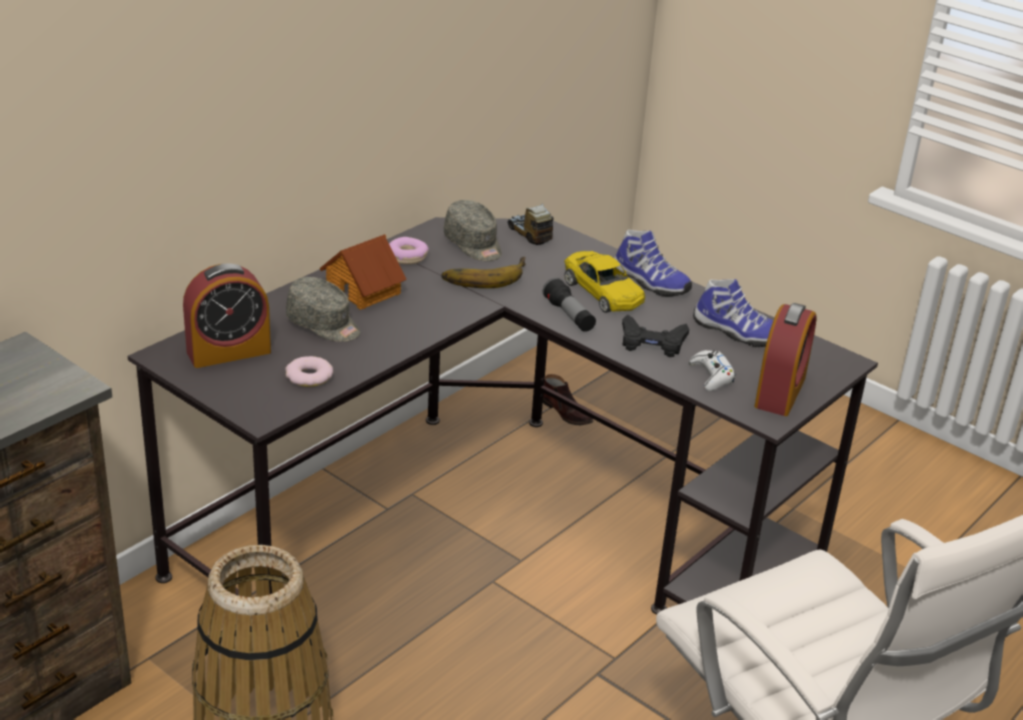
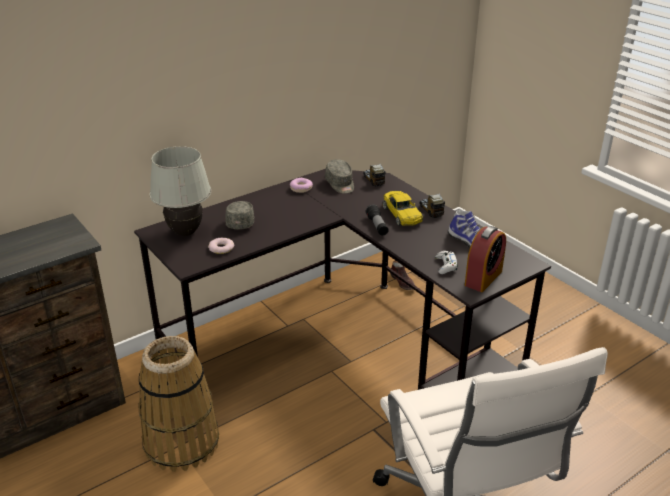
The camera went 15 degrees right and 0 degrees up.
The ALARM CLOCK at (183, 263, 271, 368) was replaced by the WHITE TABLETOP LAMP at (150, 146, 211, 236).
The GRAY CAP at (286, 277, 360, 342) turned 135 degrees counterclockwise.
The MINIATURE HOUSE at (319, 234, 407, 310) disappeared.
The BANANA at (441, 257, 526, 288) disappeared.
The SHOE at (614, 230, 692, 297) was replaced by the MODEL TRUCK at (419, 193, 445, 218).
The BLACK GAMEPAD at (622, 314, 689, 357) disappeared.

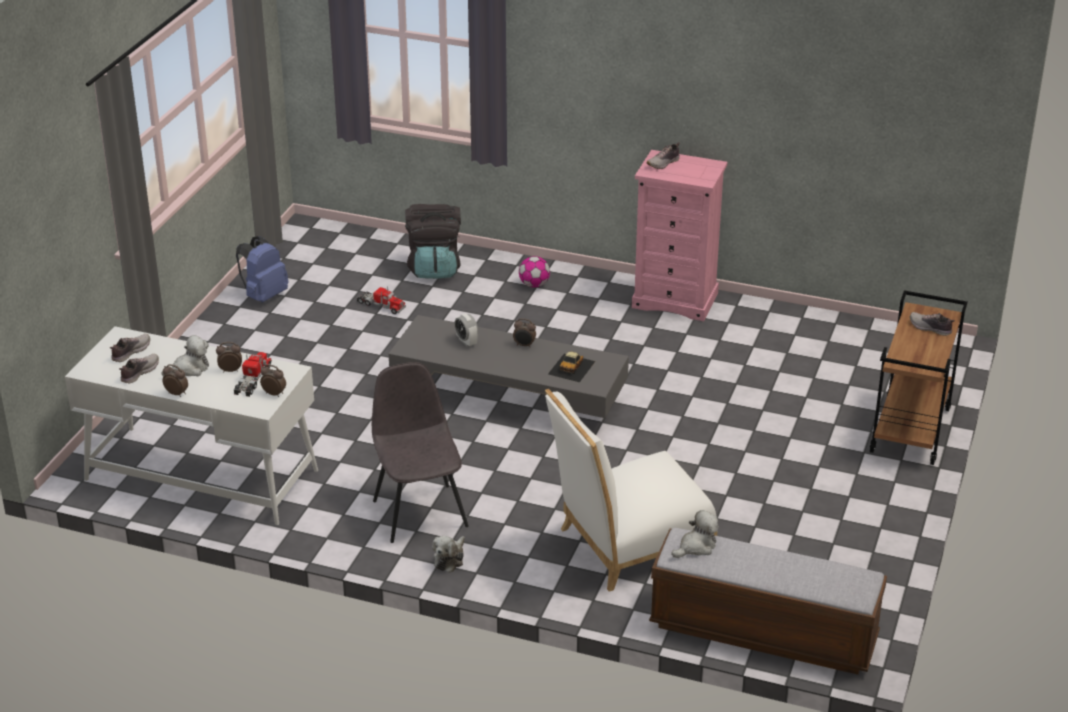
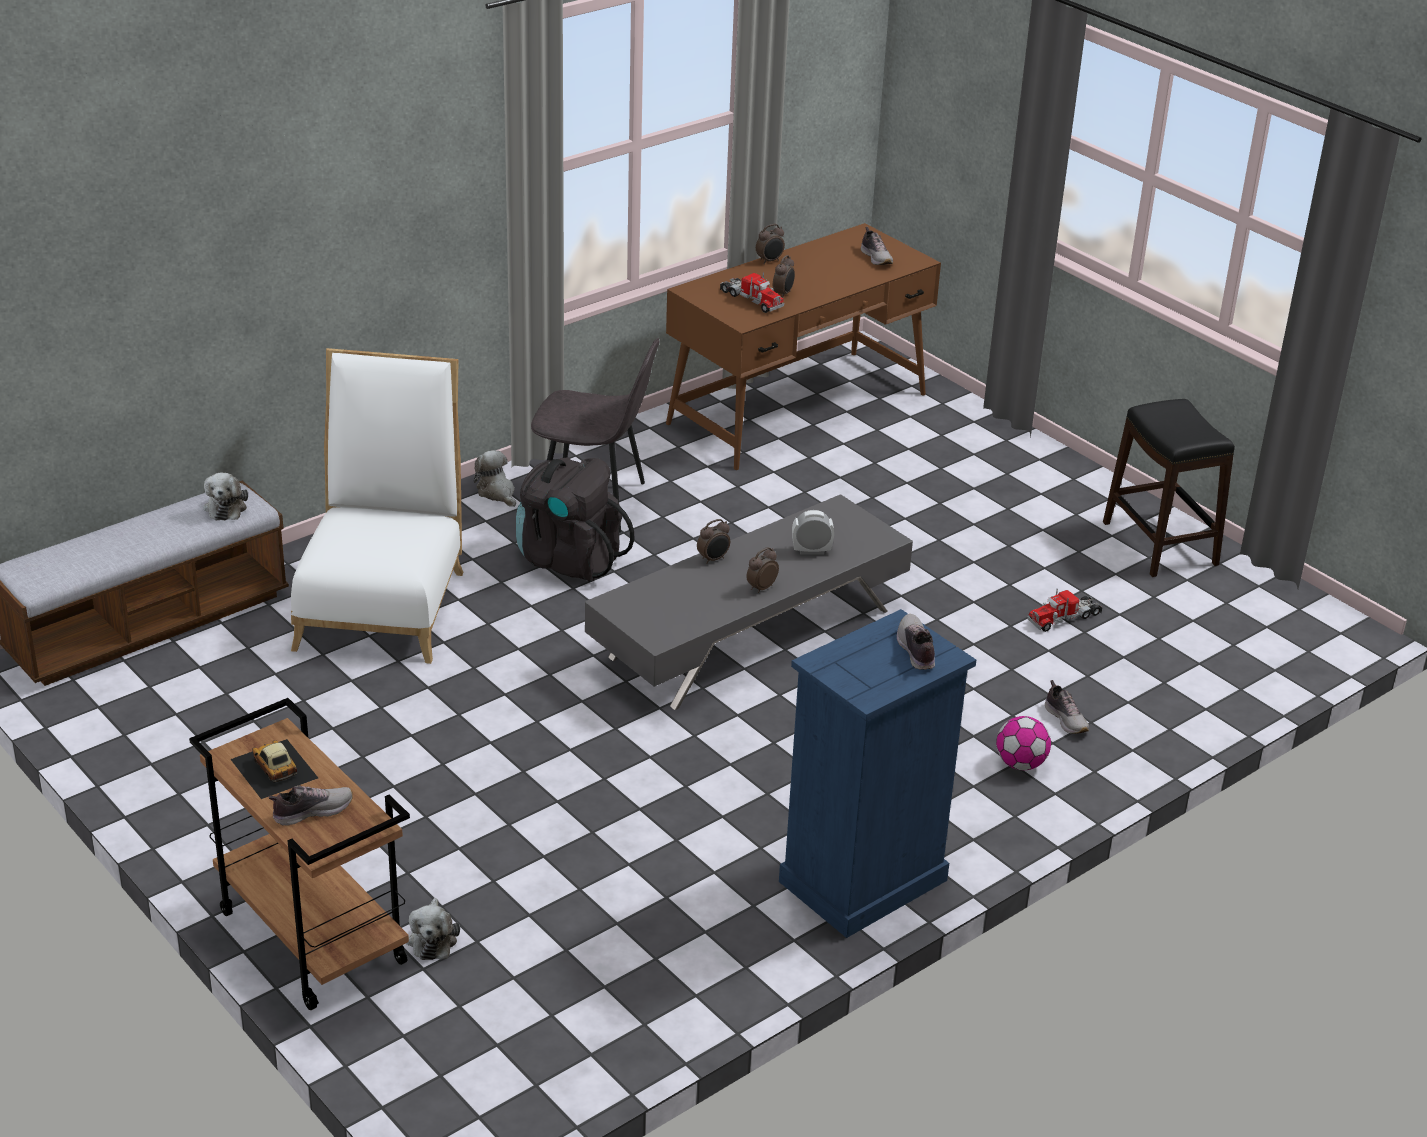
The camera went 120 degrees right and 0 degrees up.
The WHITE DESK at (65, 326, 318, 525) became the BROWN-COLOURED DESK at (666, 223, 941, 470).
The SHOE moved from (119, 354, 159, 384) to (1045, 680, 1089, 734).
The PLUSH TOY moved from (162, 335, 209, 376) to (406, 898, 460, 960).
The BLUE-COLOURED RUCKSACK at (236, 236, 289, 303) was replaced by the BLACK SITTING STOOL at (1103, 399, 1235, 577).
The ALARM CLOCK moved from (260, 364, 286, 397) to (697, 519, 730, 564).
The BLACK RUCKSACK moved from (405, 204, 461, 279) to (516, 457, 635, 582).
The MODEL CAR moved from (548, 351, 595, 382) to (231, 739, 318, 799).
The PINKISH CHEST OF DRAWERS at (632, 150, 727, 321) became the BLUE-COLOURED CHEST OF DRAWERS at (779, 609, 976, 938).

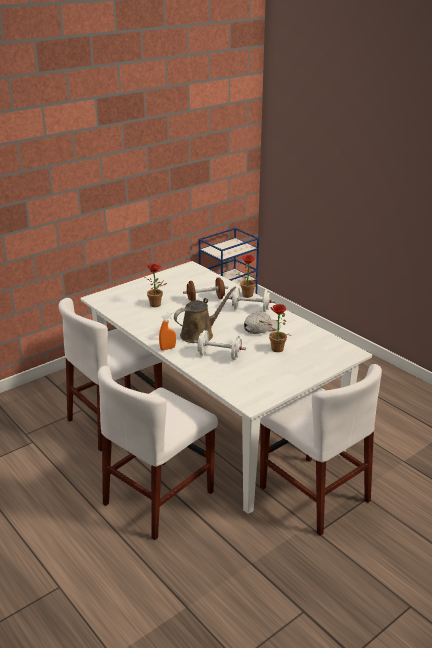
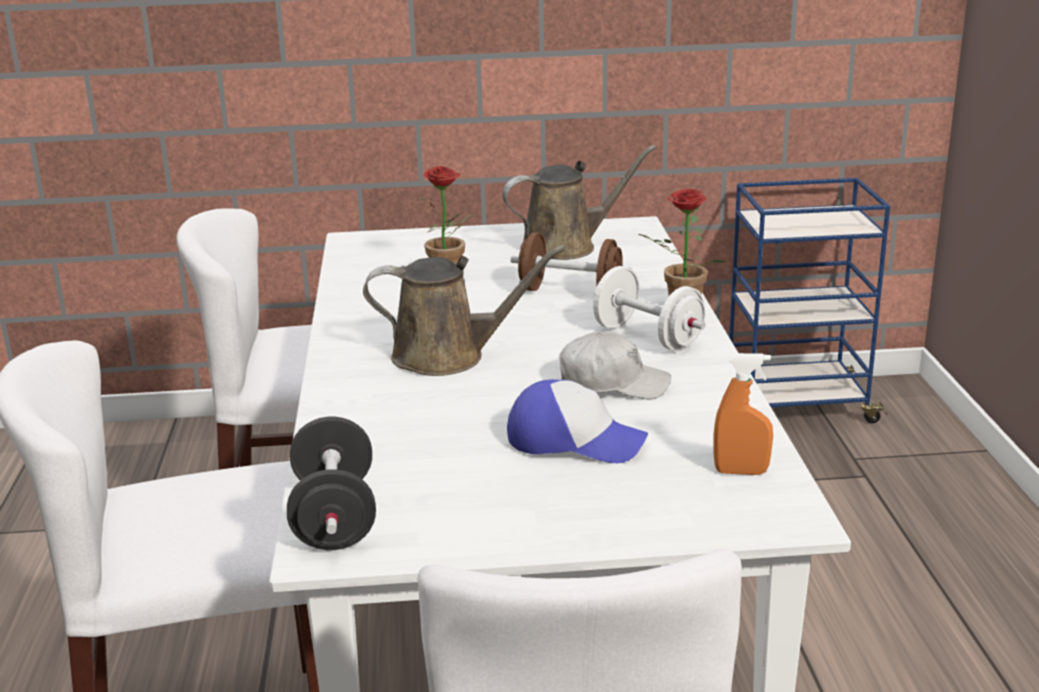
The camera went 35 degrees right and 5 degrees down.
The ORANGEY SPRAY BOTTLE moved from (159, 312, 176, 351) to (713, 353, 773, 475).
The WHITE HAND WEIGHT at (194, 330, 246, 360) disappeared.
The PLANT IN A POT at (258, 304, 291, 352) was replaced by the CAP at (507, 379, 648, 463).
The BLACK HAND WEIGHT at (287, 417, 376, 550) appeared.
The BROWN-COLOURED SPRINKLING CAN at (502, 145, 656, 260) appeared.

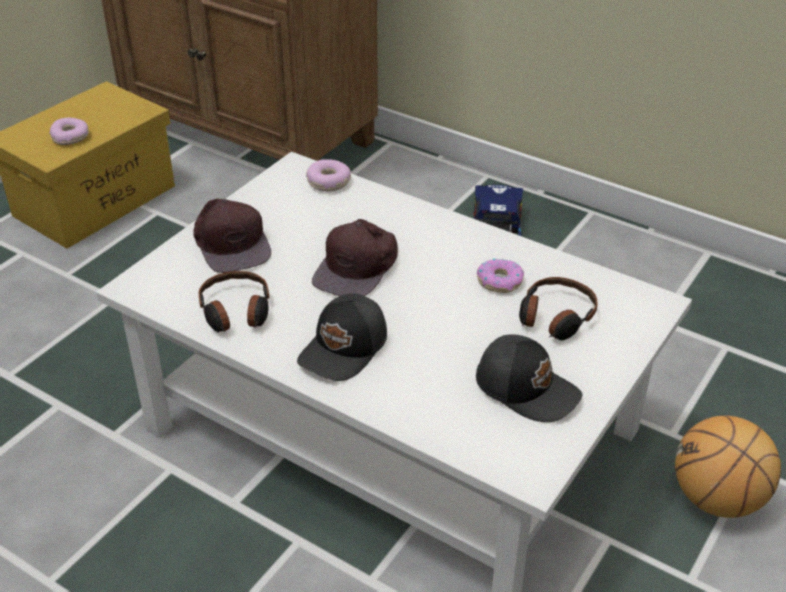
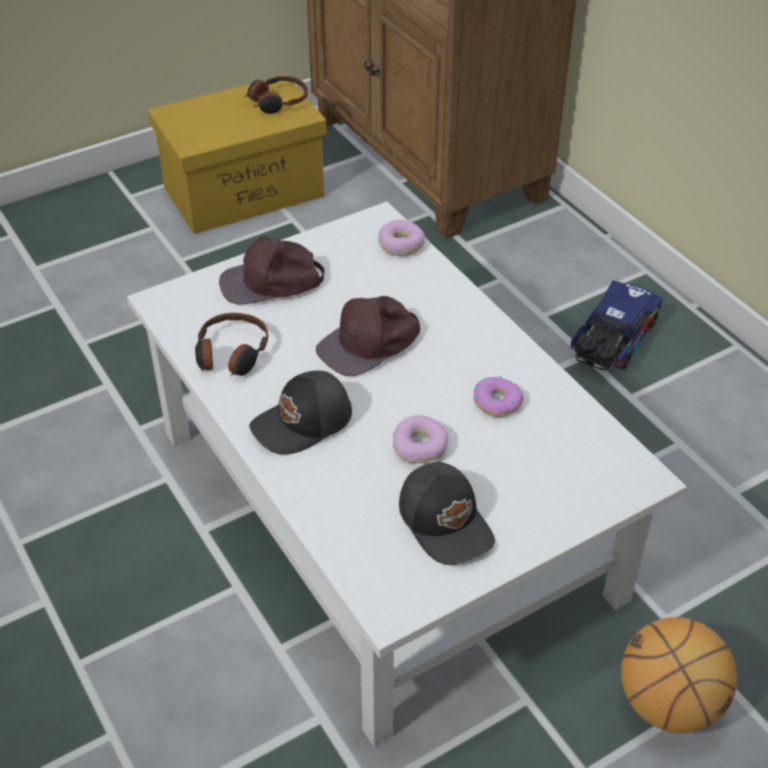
The camera went 25 degrees right and 5 degrees up.
The RING DOUGHNUT moved from (49, 118, 89, 145) to (393, 415, 448, 463).
The BROWN-COLOURED CAP at (193, 198, 271, 273) turned 75 degrees clockwise.
The PAIR OF HEADPHONES moved from (519, 277, 598, 340) to (244, 76, 308, 114).

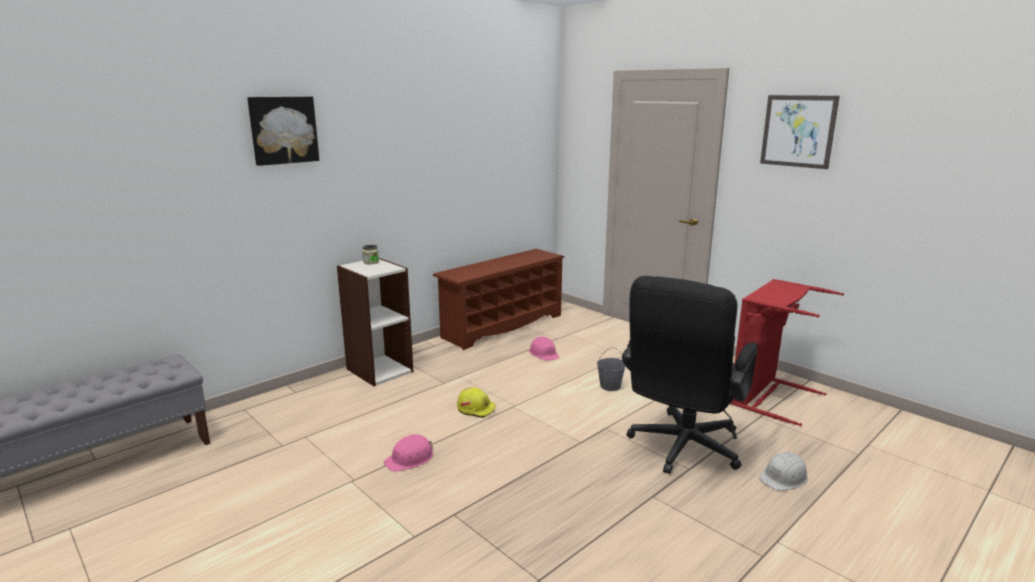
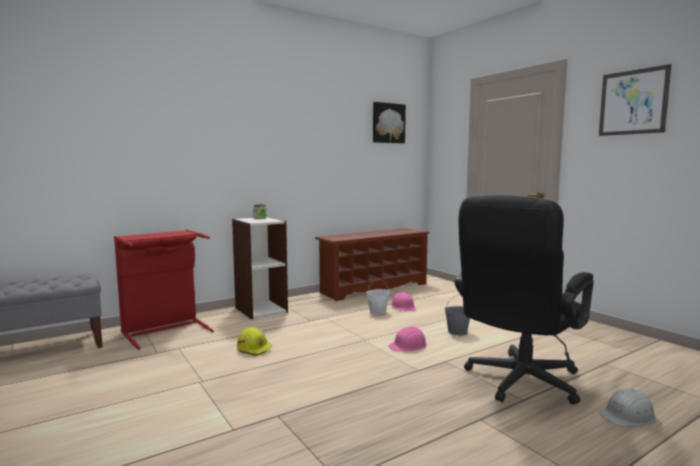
The camera went 10 degrees right and 10 degrees down.
The PICTURE moved from (247, 97, 319, 166) to (373, 102, 406, 143).
The PINKISH WORK HELMET moved from (384, 434, 433, 472) to (388, 326, 427, 352).
The YELLOW WORK HELMET moved from (457, 387, 496, 418) to (237, 327, 272, 356).
The RED LAUNDRY BASKET moved from (730, 279, 844, 426) to (114, 230, 214, 350).
The WHITE PAIL at (366, 278, 390, 314) appeared.

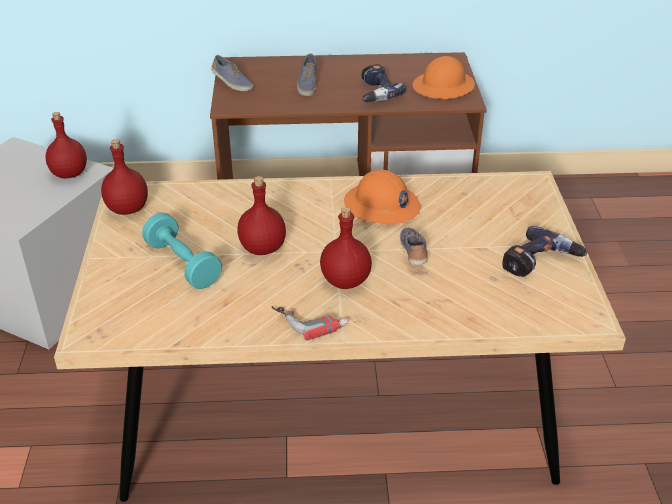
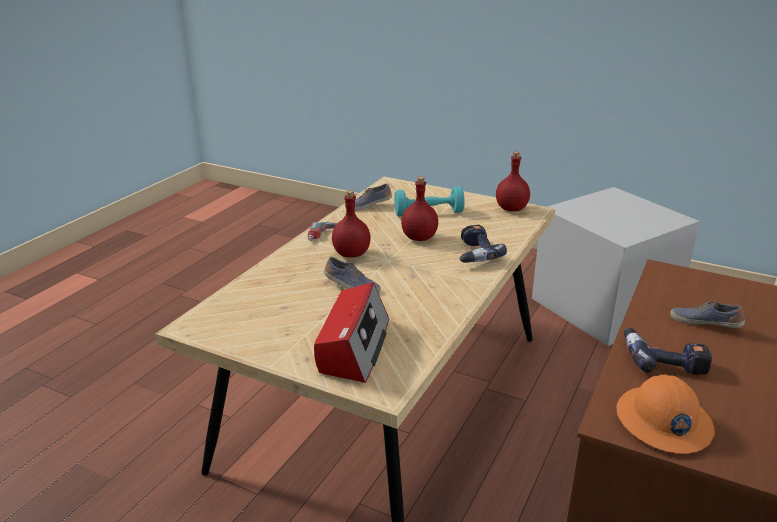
The camera went 120 degrees right and 10 degrees down.
The RED DRINK BOTTLE at (45, 112, 87, 178) disappeared.
The SHOE moved from (211, 55, 254, 91) to (345, 183, 392, 211).
The ORANGEY WORK HELMET at (344, 169, 421, 224) disappeared.
The POWER DRILL moved from (502, 226, 587, 277) to (460, 225, 507, 263).
The RADIO SET at (314, 282, 389, 383) appeared.

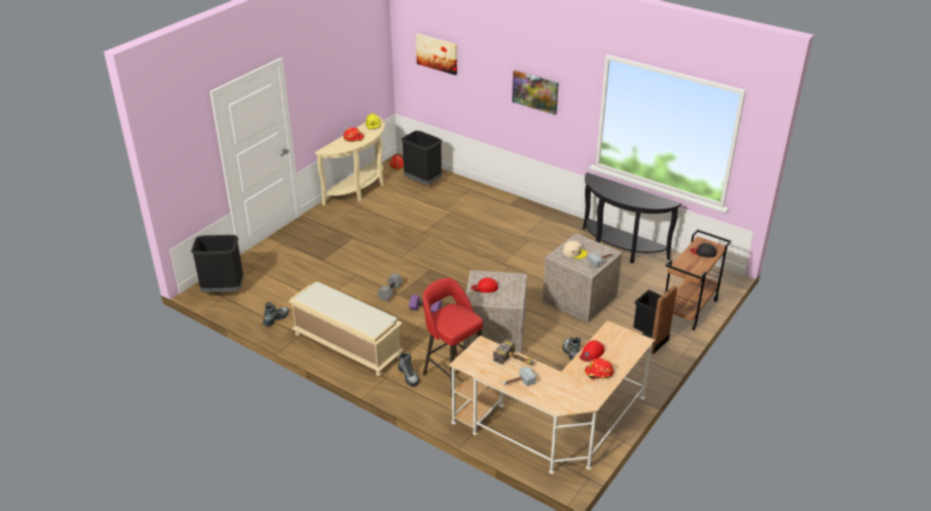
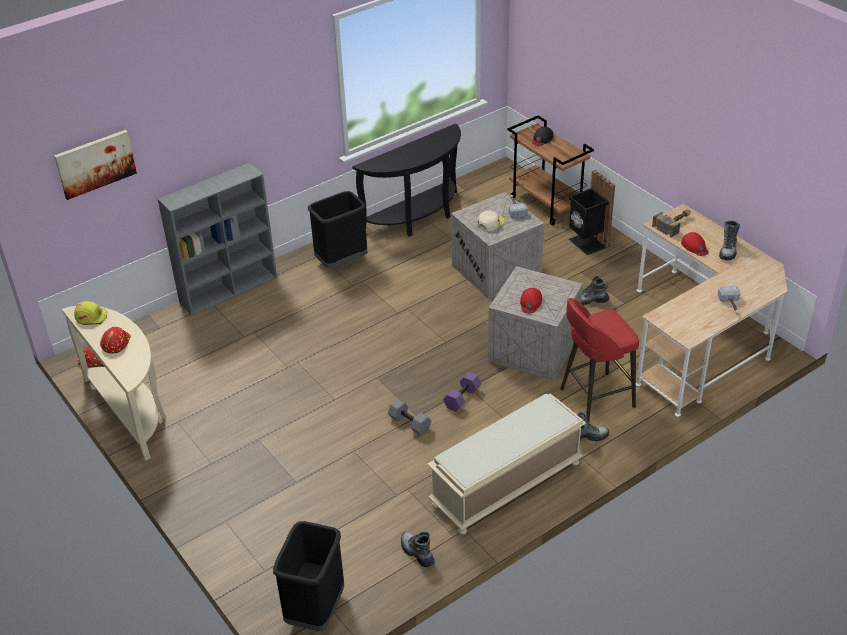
The camera went 70 degrees left and 5 degrees up.
The BLACK TRASH CAN moved from (402, 131, 442, 185) to (308, 191, 368, 268).
The HAND HAMMER moved from (493, 339, 534, 365) to (652, 210, 691, 238).
The PICTURE at (512, 70, 559, 115) disappeared.
The RED WORK HELMET at (584, 358, 614, 380) was replaced by the BOOT at (719, 220, 740, 260).
The GRAY SHELVING UNIT at (158, 163, 277, 316) appeared.

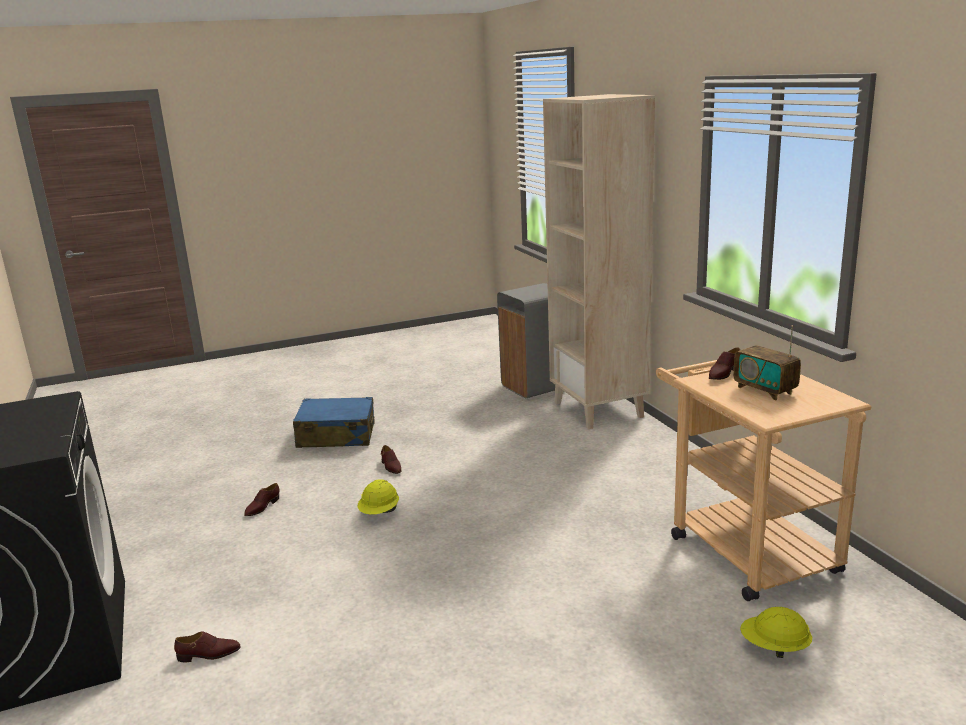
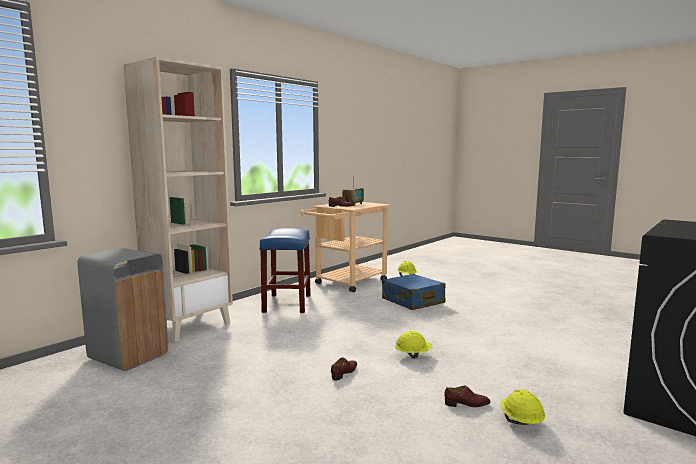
The camera went 120 degrees left and 10 degrees down.
The BROWN-COLOURED SHOE at (174, 631, 240, 662) disappeared.
The BLUE-COLOURED SUITCASE moved from (293, 397, 375, 448) to (382, 274, 446, 310).
The BLUE-COLOURED SITTING STOOL at (259, 228, 311, 313) appeared.
The YELLOW WORK HELMET at (500, 389, 545, 425) appeared.

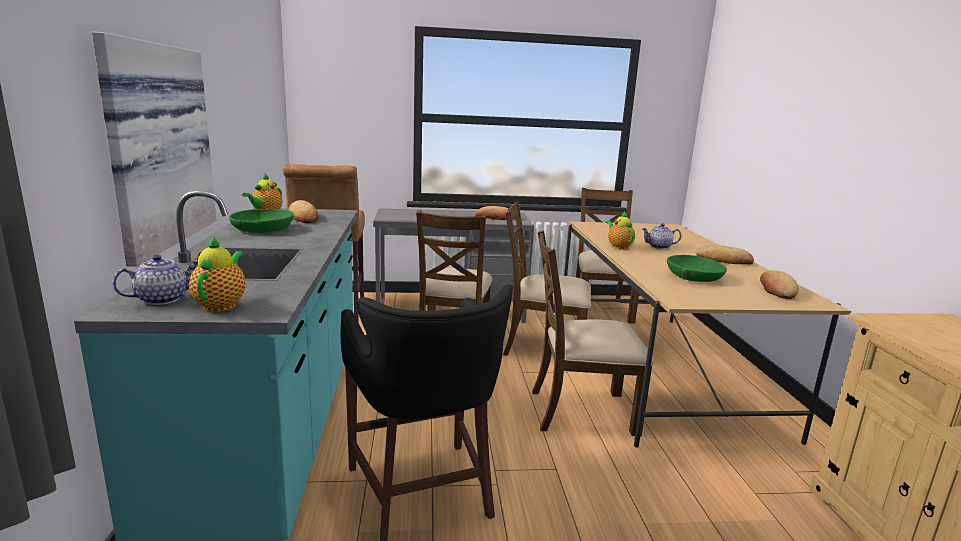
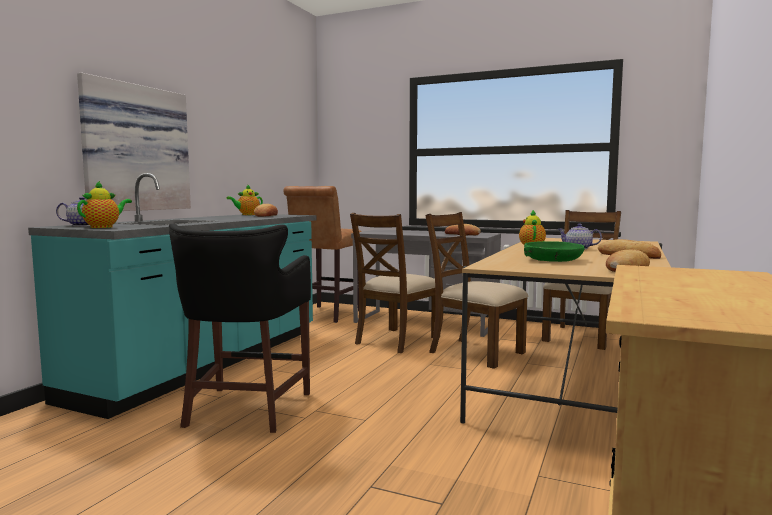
The camera went 30 degrees right and 10 degrees down.
The GREENISH DEEP DISH at (229, 209, 294, 233) disappeared.
The BROWN-COLOURED PLAIN CHAIR at (532, 230, 654, 436) disappeared.

